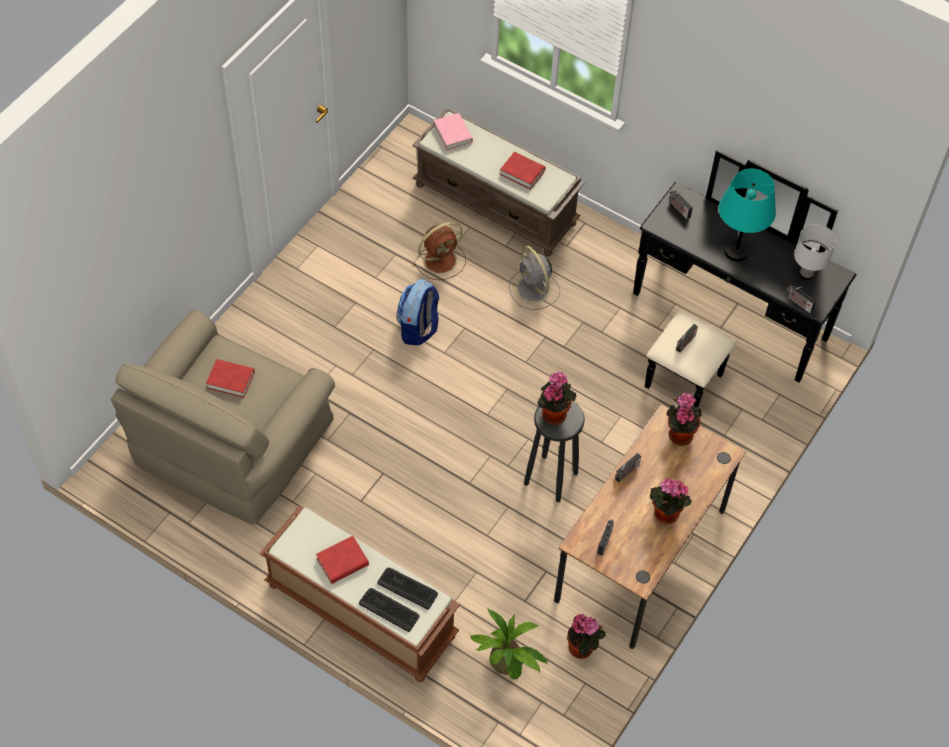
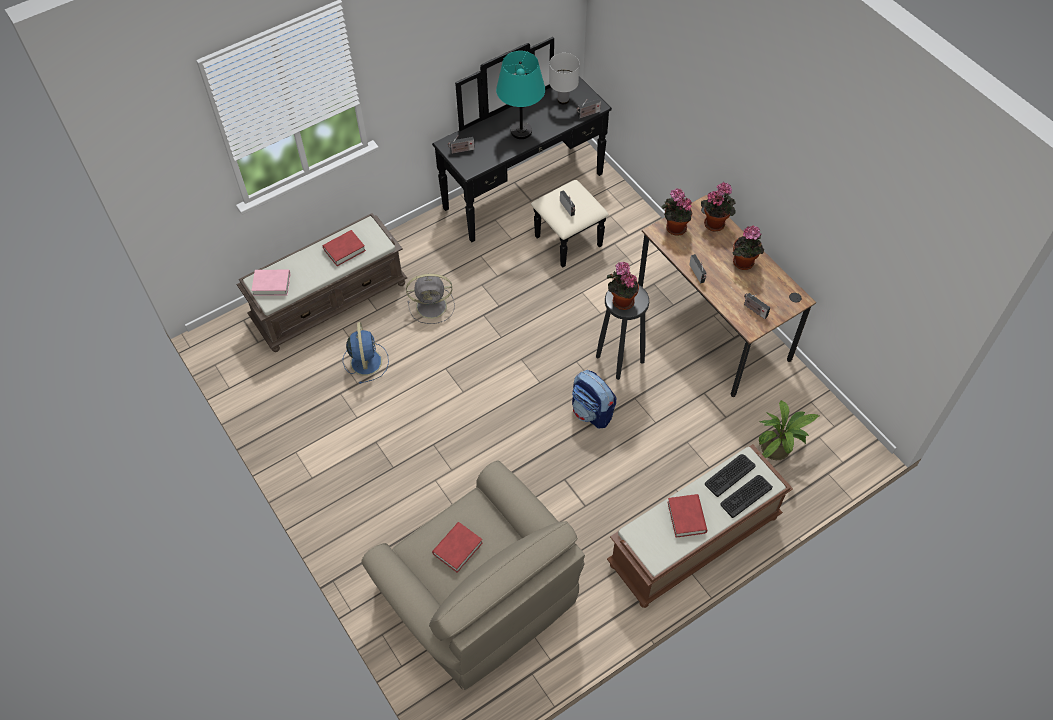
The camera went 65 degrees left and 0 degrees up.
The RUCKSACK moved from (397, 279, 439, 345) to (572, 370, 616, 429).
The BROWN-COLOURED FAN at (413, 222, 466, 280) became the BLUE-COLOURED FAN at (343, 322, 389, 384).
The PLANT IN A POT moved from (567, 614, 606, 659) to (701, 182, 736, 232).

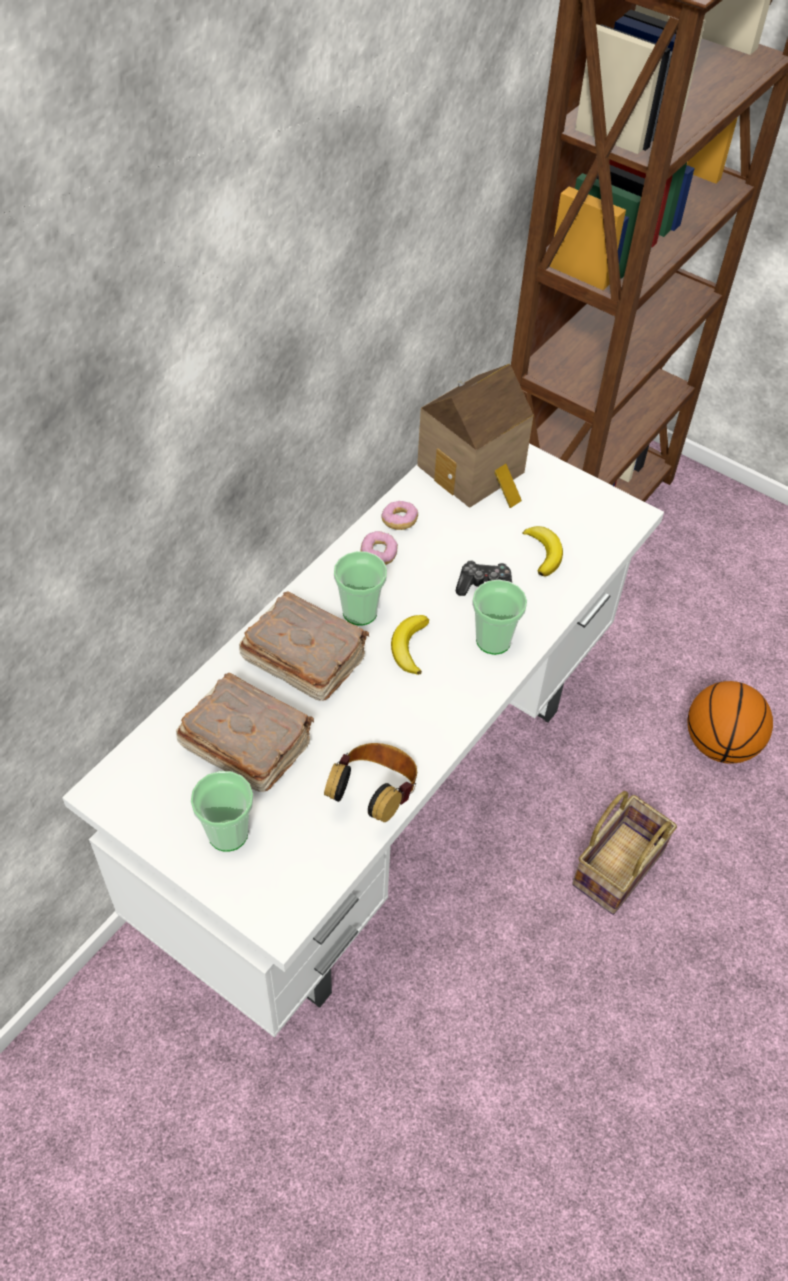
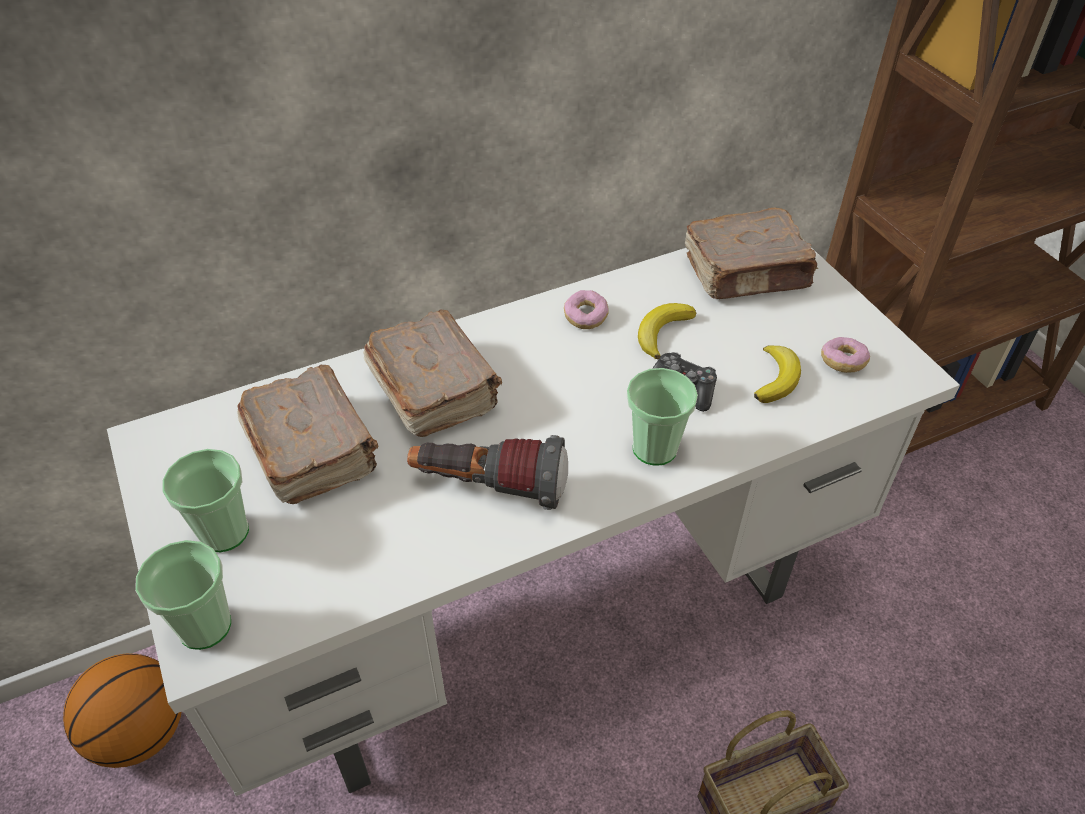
The camera went 30 degrees right and 5 degrees down.
The PAIR OF HEADPHONES at (324, 743, 417, 822) disappeared.
The CUP moved from (334, 551, 387, 626) to (135, 540, 231, 650).
The RING DOUGHNUT moved from (381, 501, 418, 530) to (821, 337, 870, 373).
The BANANA moved from (391, 615, 429, 675) to (638, 303, 697, 359).
The MINIATURE HOUSE at (417, 364, 534, 508) was replaced by the BROWN-COLOURED VOLUME at (685, 207, 818, 299).
The BASKETBALL BALL moved from (687, 681, 773, 764) to (63, 654, 181, 768).
The HAND TORCH at (407, 435, 568, 510) appeared.

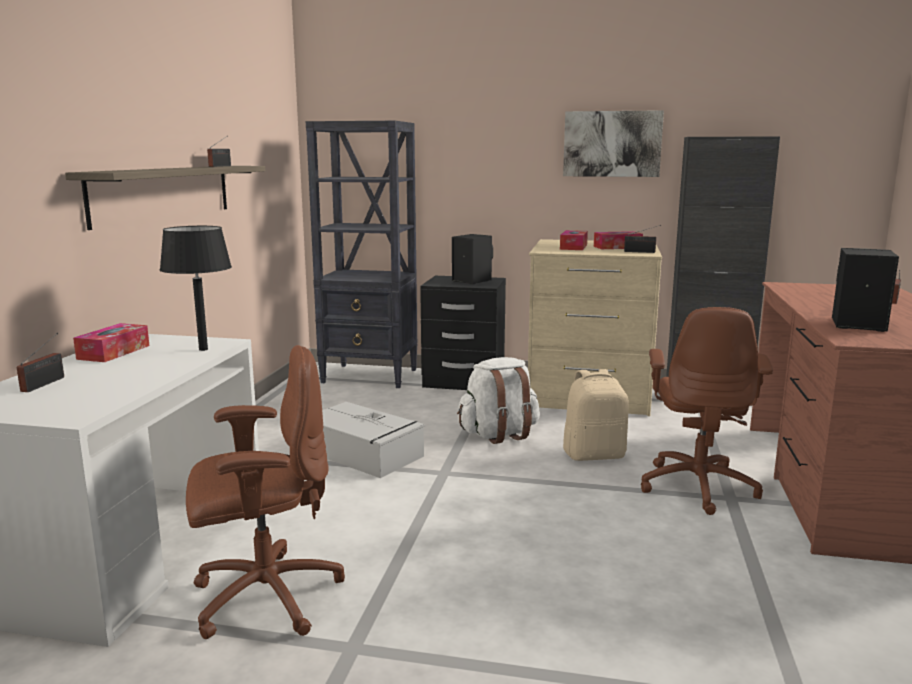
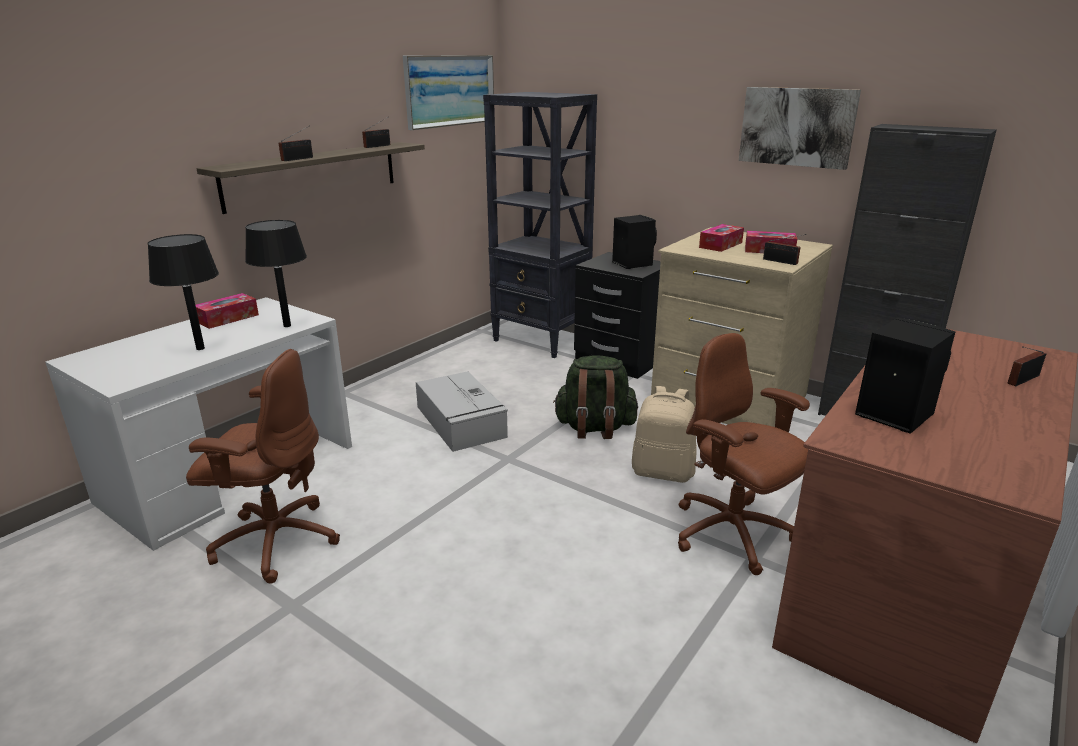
The camera went 25 degrees right and 10 degrees up.
The RADIO SET moved from (17, 333, 64, 392) to (279, 125, 313, 161).
The WHITE RUCKSACK at (457, 357, 540, 444) became the GREENISH RUCKSACK at (553, 355, 638, 439).
The BROWN-COLOURED OFFICE CHAIR at (641, 307, 773, 515) turned 105 degrees clockwise.
The BLACK TABLETOP LAMP at (147, 234, 219, 350) appeared.
The PICTURE at (403, 55, 494, 130) appeared.

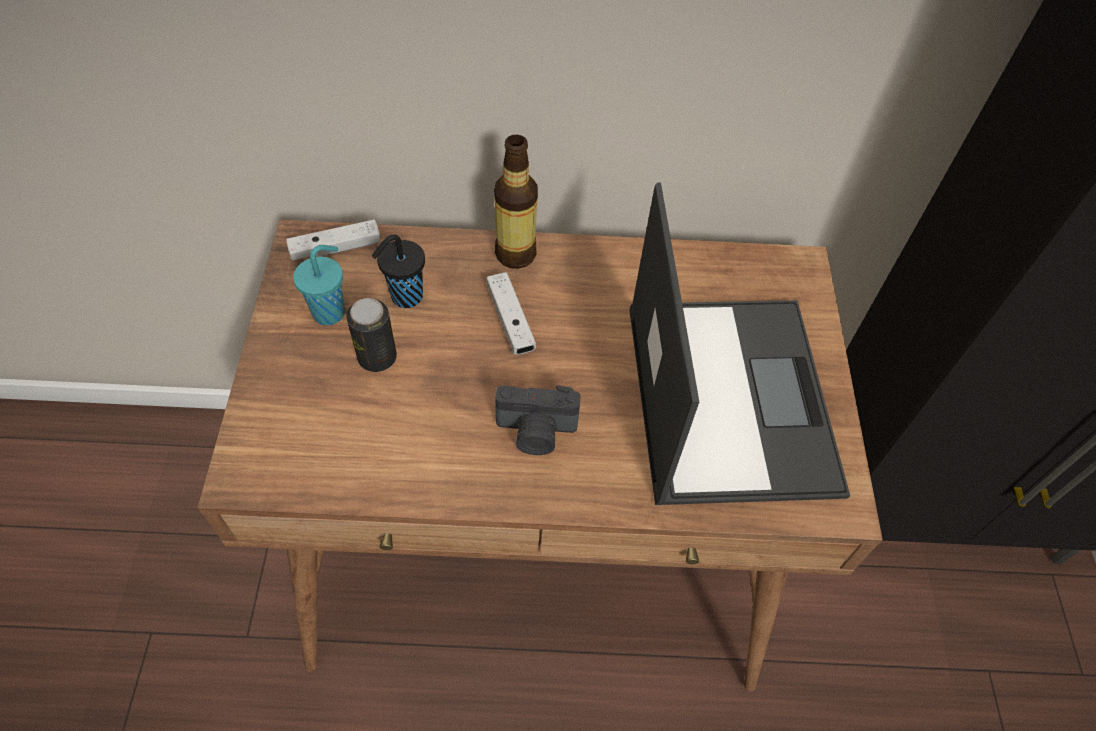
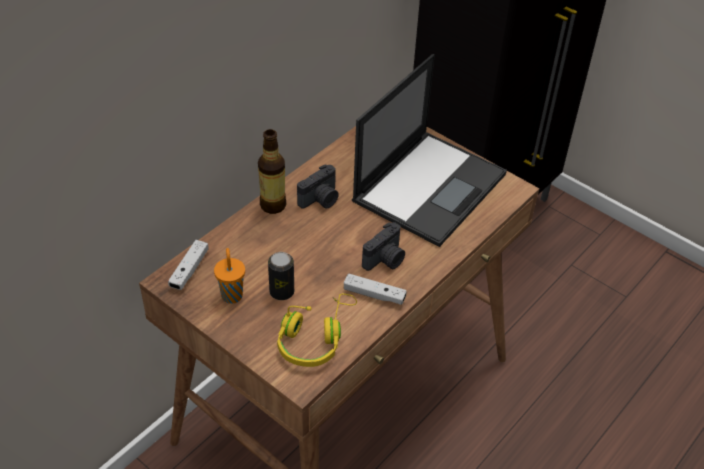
The camera went 50 degrees left and 10 degrees down.
The TURQUOISE-COLOURED CUP at (293, 245, 345, 326) became the ORANGEY CUP at (214, 248, 245, 304).
The BLACK CUP at (372, 235, 425, 308) disappeared.
The WHITE GAMEPAD moved from (486, 272, 536, 355) to (344, 274, 407, 305).
The PORTABLE COMPUTER at (630, 182, 850, 505) turned 90 degrees clockwise.
The YELLOW PAIR OF HEADPHONES at (277, 294, 357, 367) appeared.
The STILL CAMERA at (297, 164, 339, 209) appeared.

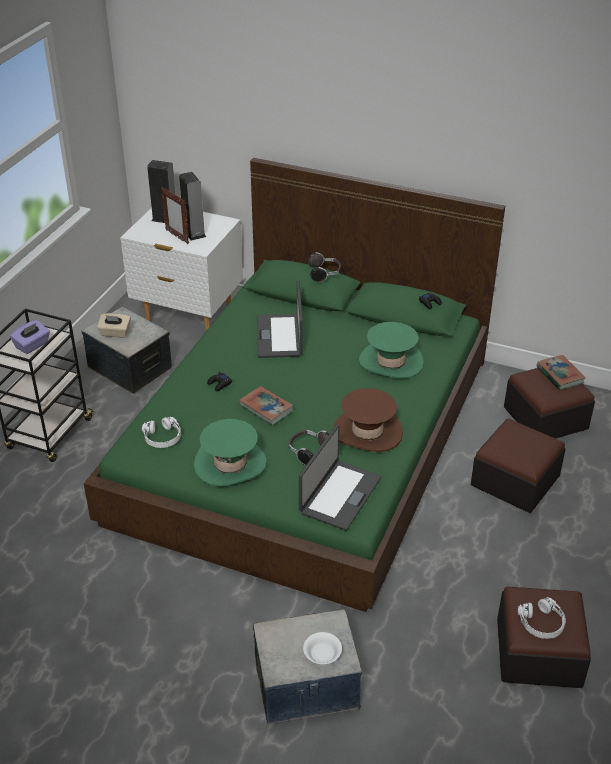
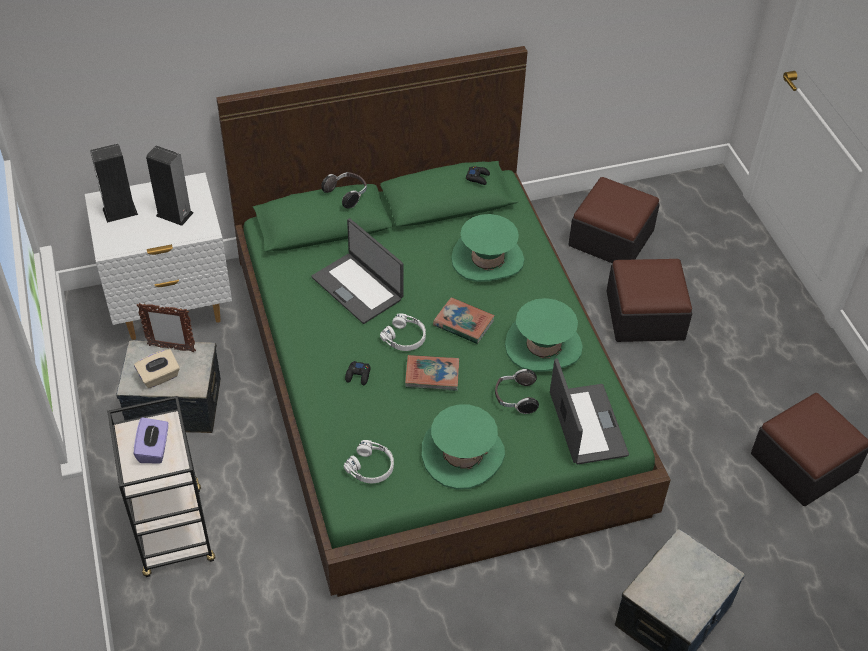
The camera went 40 degrees left and 10 degrees up.
The PHOTO FRAME moved from (161, 187, 189, 244) to (136, 303, 196, 352).
The WHITE DEEP DISH at (303, 632, 342, 664) disappeared.
The BROWN-COLOURED CLOTHING HAT at (333, 388, 403, 452) became the GREENISH CLOTHING HAT at (505, 298, 583, 372).
The WHITE PAIR OF HEADPHONES moved from (518, 597, 566, 639) to (380, 313, 426, 351).
The VOLUME moved from (536, 355, 586, 390) to (433, 297, 495, 344).

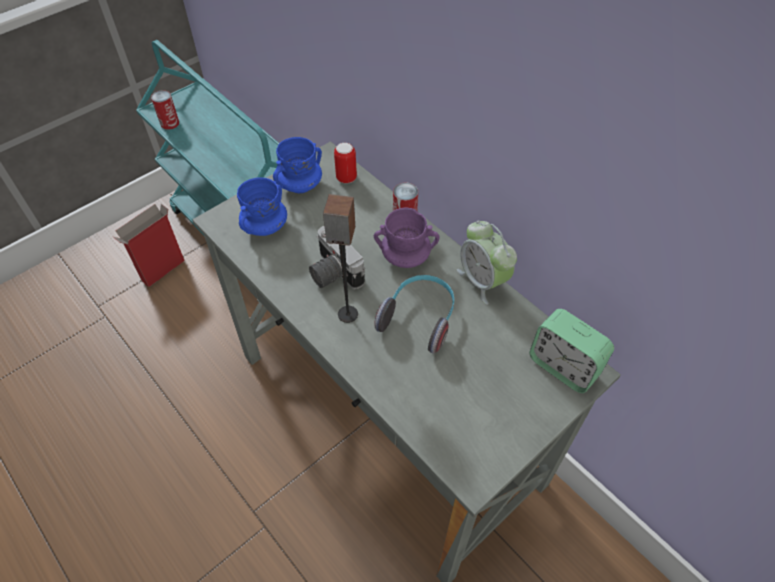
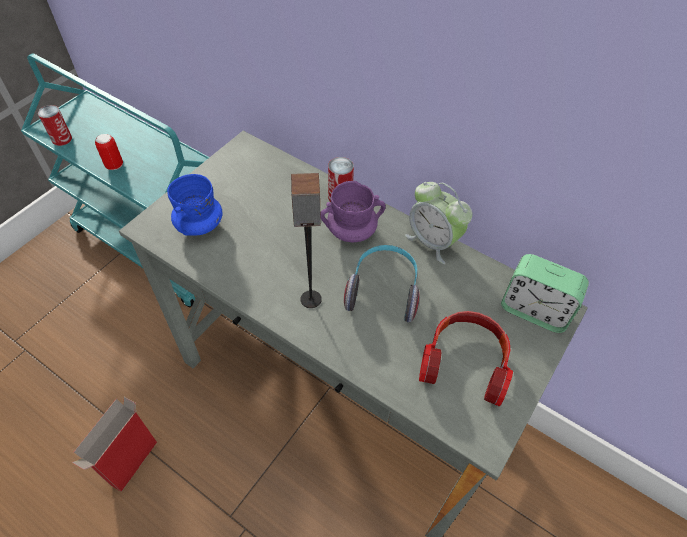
The camera went 15 degrees left and 0 degrees up.
The CARTON moved from (113, 204, 185, 287) to (72, 397, 157, 492).
The BLUE-COLOURED COFFEE MUG at (273, 137, 322, 193) disappeared.
The STILL CAMERA at (309, 226, 365, 289) disappeared.
The CAN moved from (334, 143, 357, 184) to (95, 134, 123, 170).
The PAIR OF HEADPHONES at (419, 311, 513, 407) appeared.

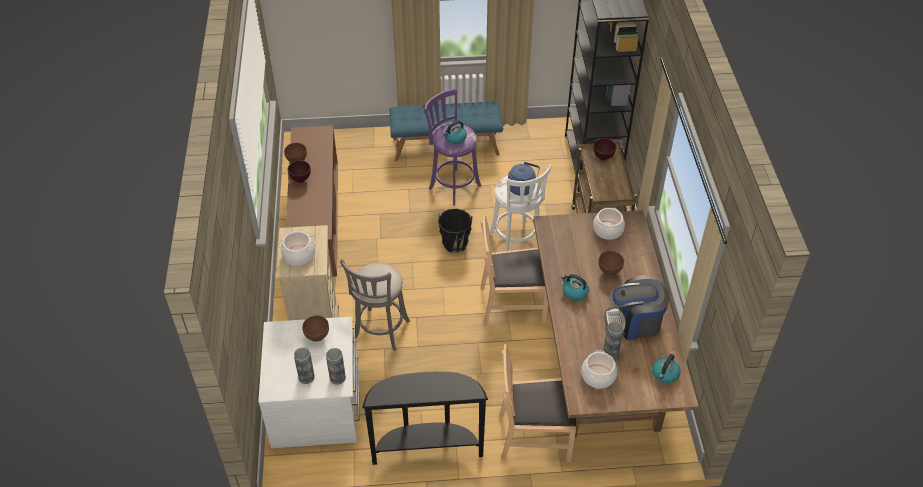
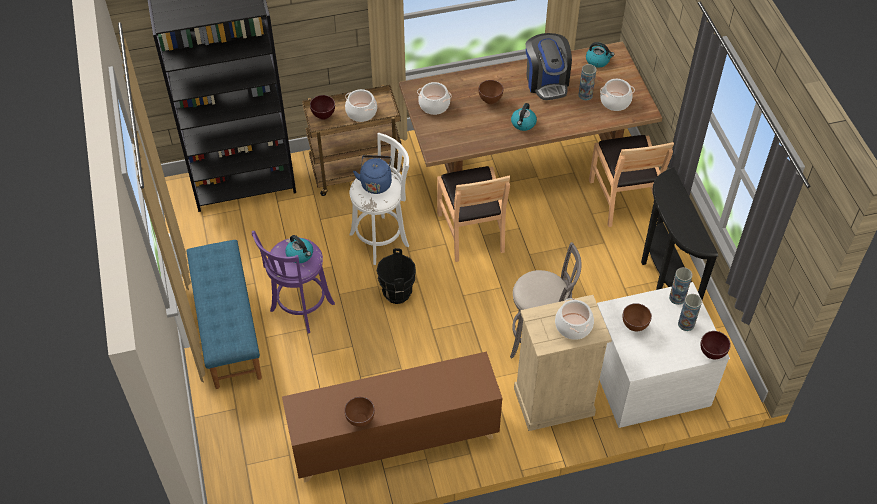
The camera went 100 degrees left and 5 degrees up.
The BROWN-COLOURED DEEP DISH moved from (288, 160, 311, 183) to (701, 331, 731, 359).
The COOKING POT at (345, 89, 377, 122) appeared.

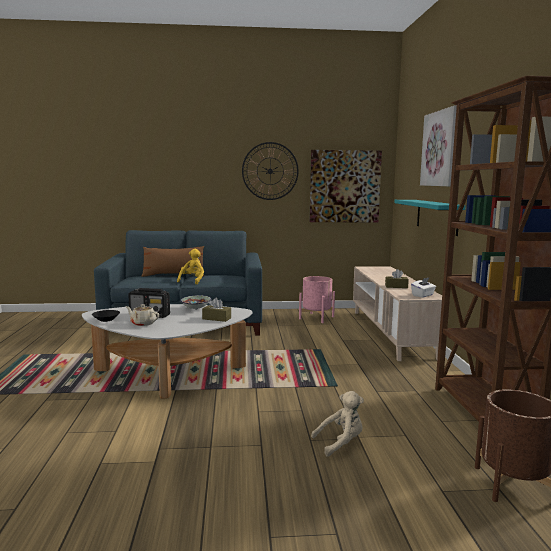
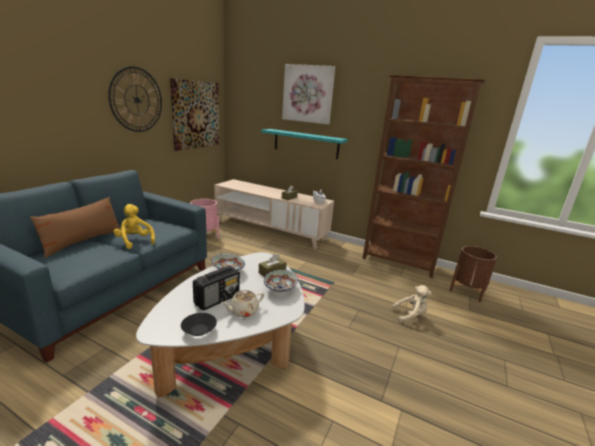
The camera went 60 degrees left and 10 degrees up.
The SAND-COLOURED PLUSH TOY at (311, 391, 364, 457) turned 75 degrees clockwise.
The DEEP DISH at (264, 270, 298, 293) appeared.

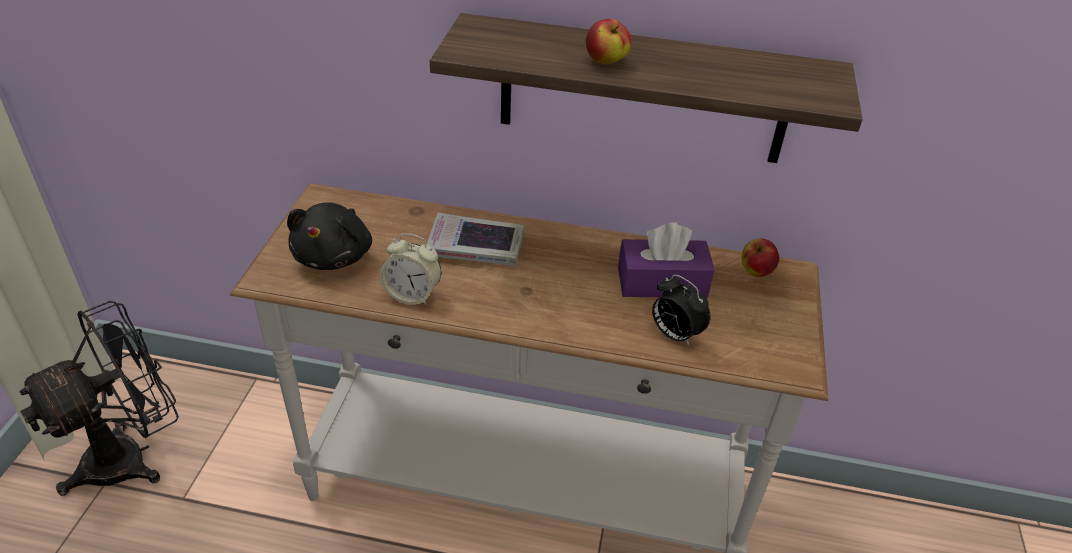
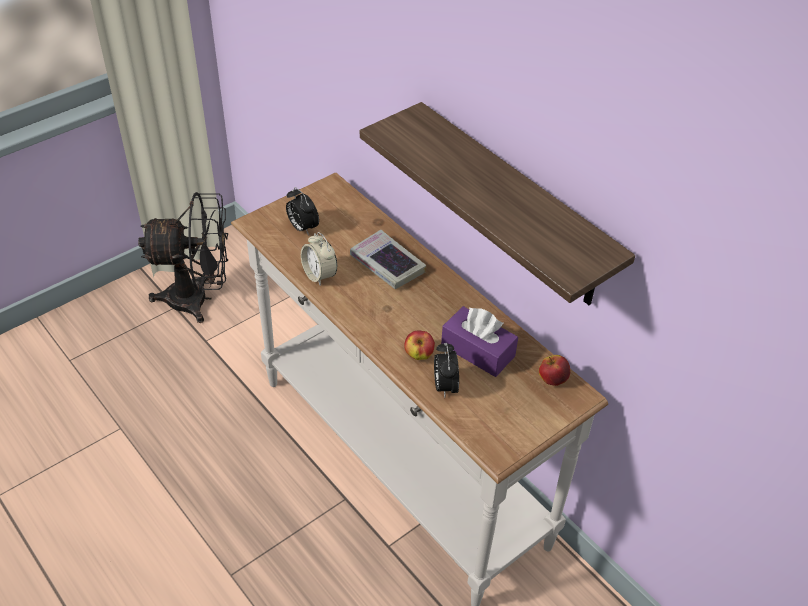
The camera went 40 degrees right and 5 degrees up.
The BLACK PLUSH TOY at (287, 202, 372, 270) was replaced by the ALARM CLOCK at (286, 187, 319, 236).
The APPLE FRUIT moved from (586, 19, 631, 64) to (404, 330, 435, 360).

